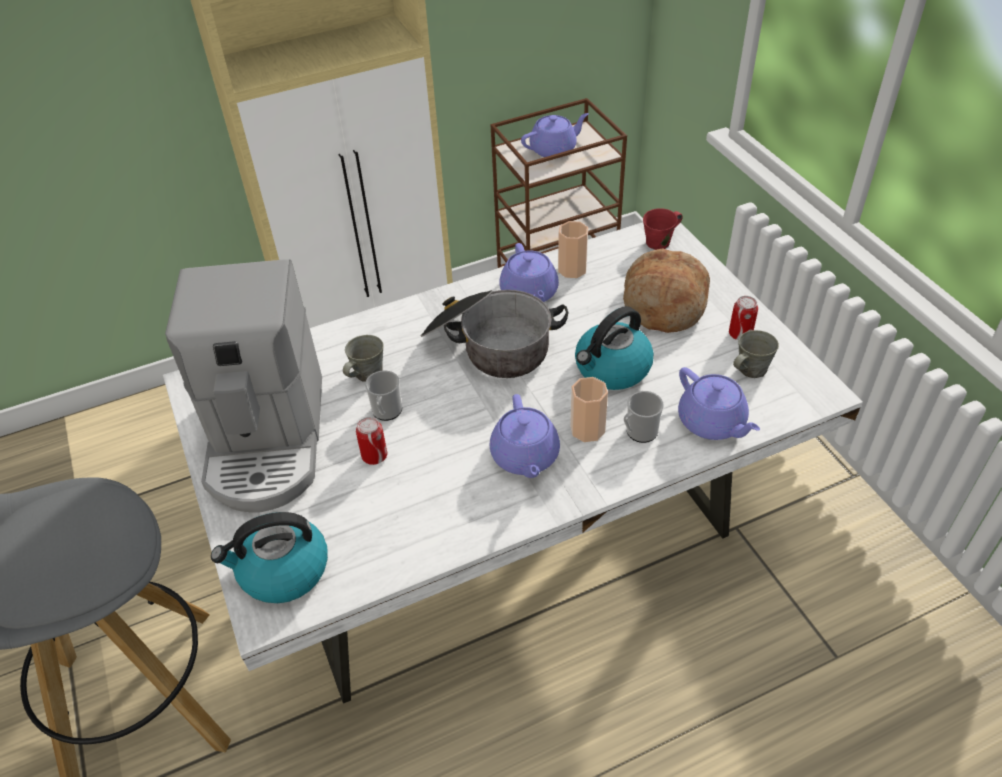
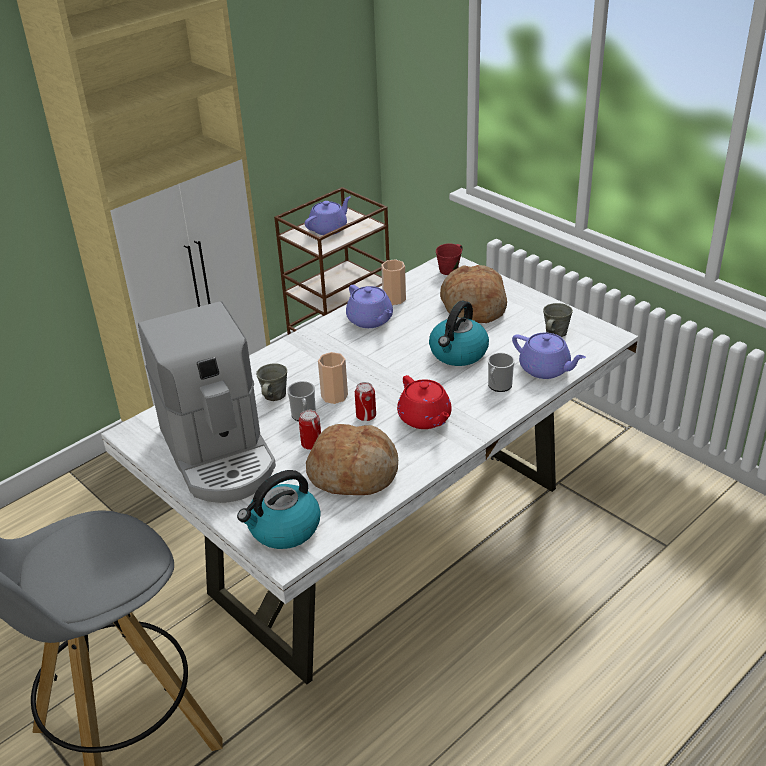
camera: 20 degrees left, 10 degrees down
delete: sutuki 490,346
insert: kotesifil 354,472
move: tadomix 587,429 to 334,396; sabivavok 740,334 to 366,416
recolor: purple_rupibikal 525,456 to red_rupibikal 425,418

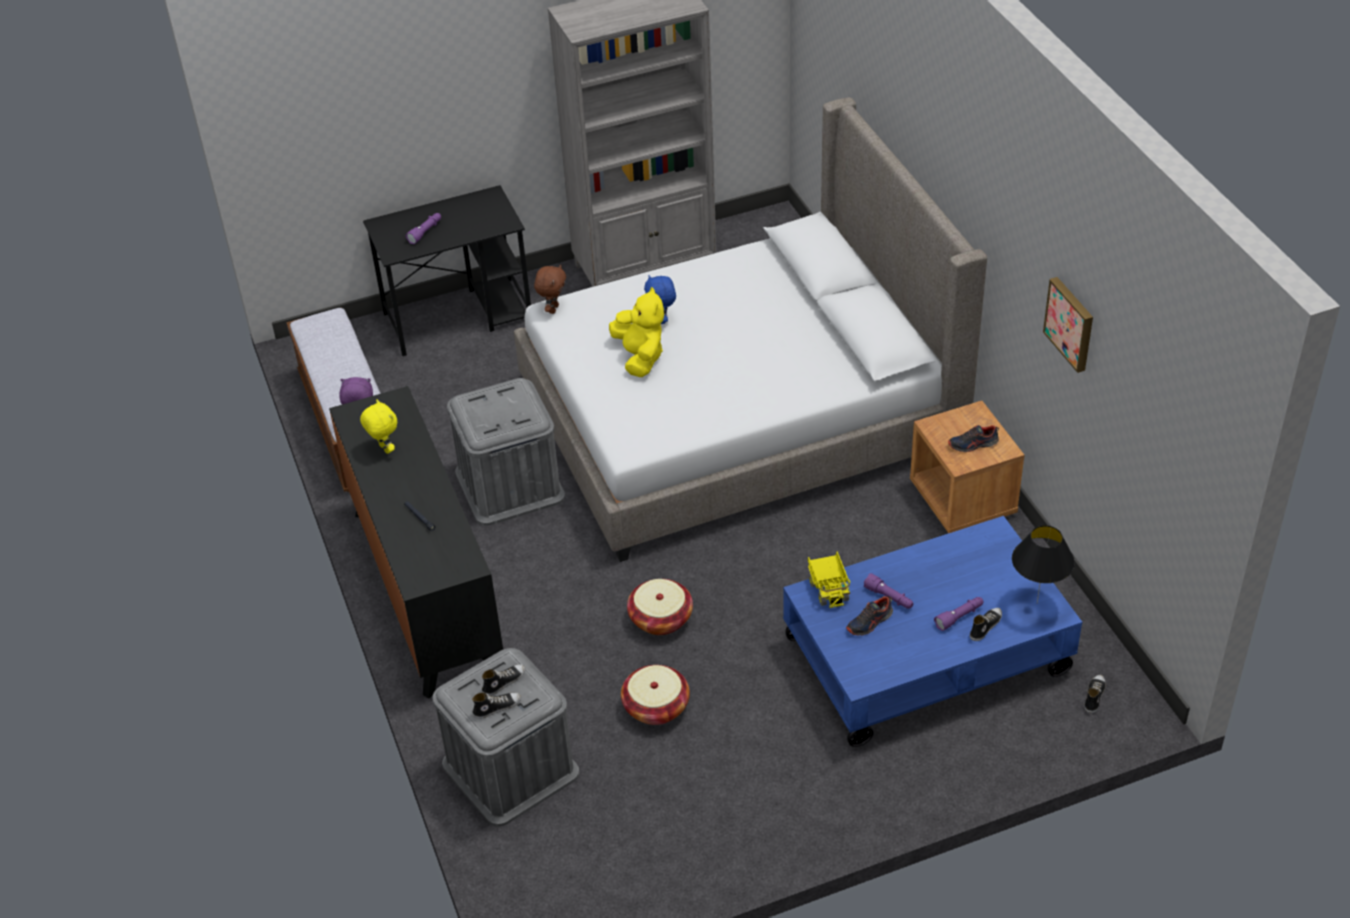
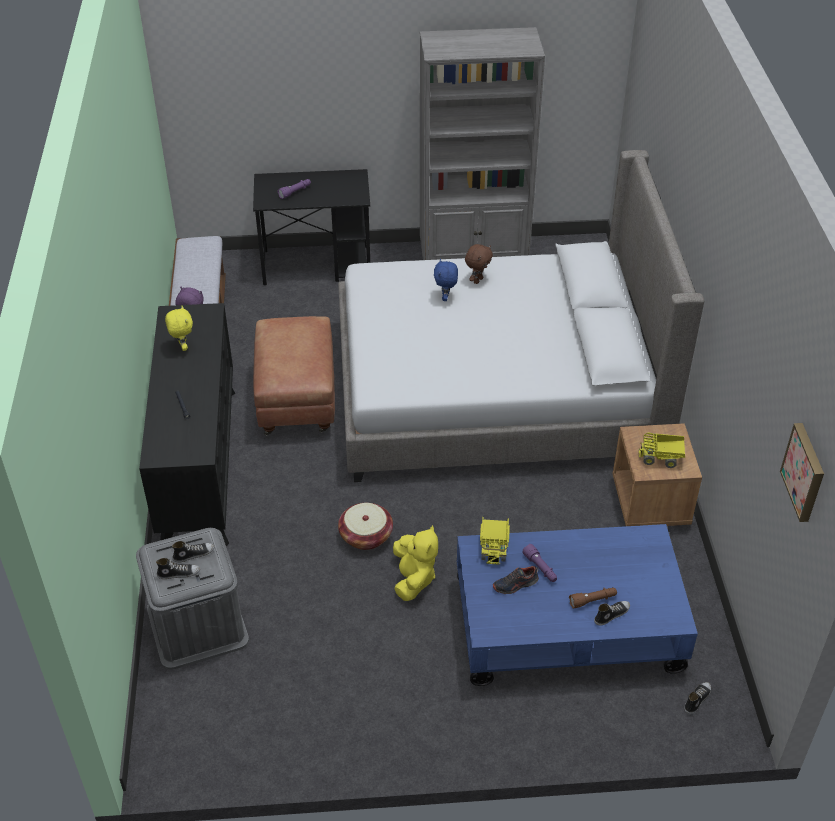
camera: 15 degrees right, 0 degrees up
delete: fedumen 656,707; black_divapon 1036,603
move: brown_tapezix 553,309 to 477,280; yellow_tapezix 640,357 to 413,579; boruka 1071,323 to 805,472
replace: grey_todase 510,485 to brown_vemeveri 297,400; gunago 973,444 to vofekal 661,458
recolor: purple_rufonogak 959,617 to brown_rufonogak 593,600

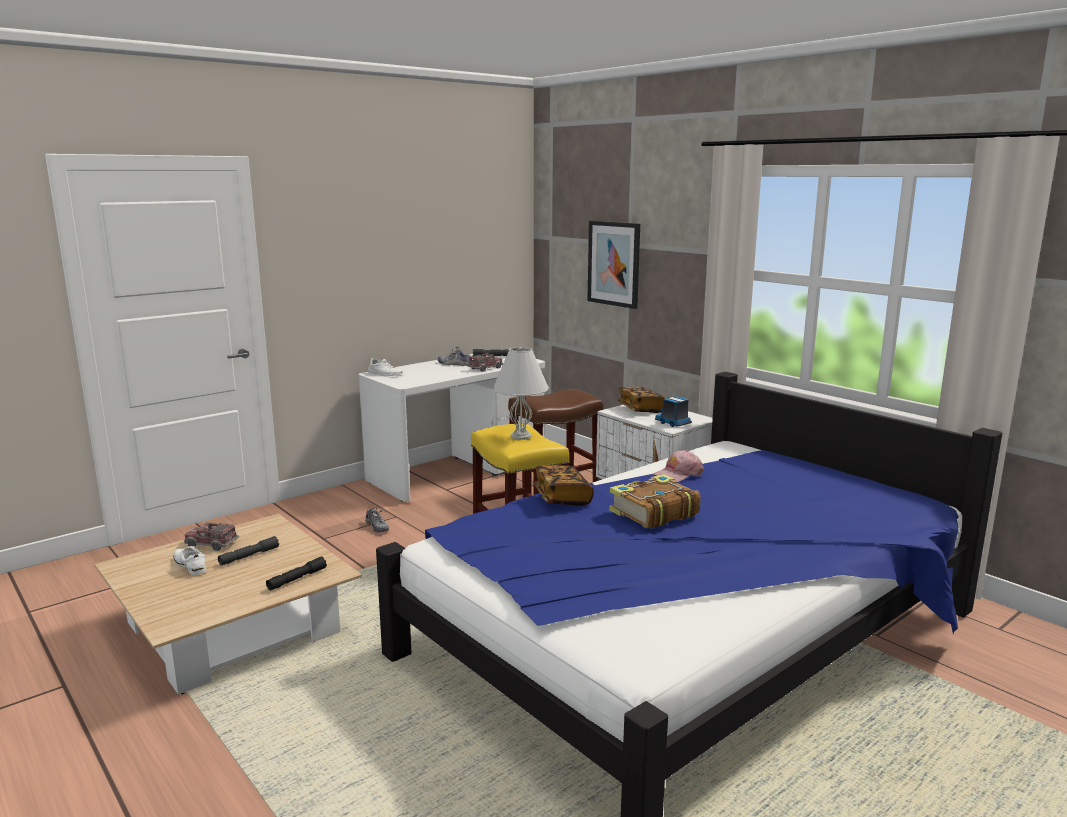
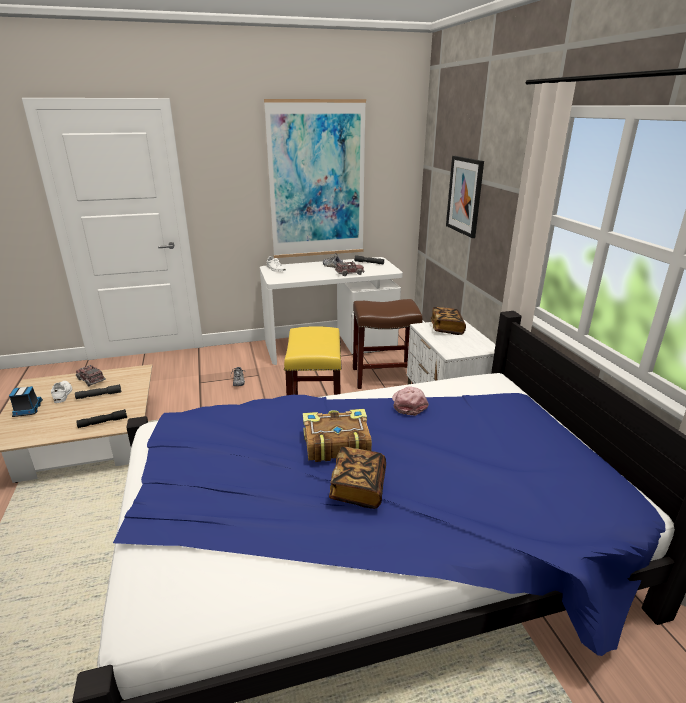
camera: 25 degrees right, 10 degrees up
delete: white_divapon 521,436
insert: boruka 317,181
move: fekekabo 562,498 to 358,488; vofekal 673,423 to 28,410
rotate: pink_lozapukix 678,474 = 408,404 90 degrees clockwise

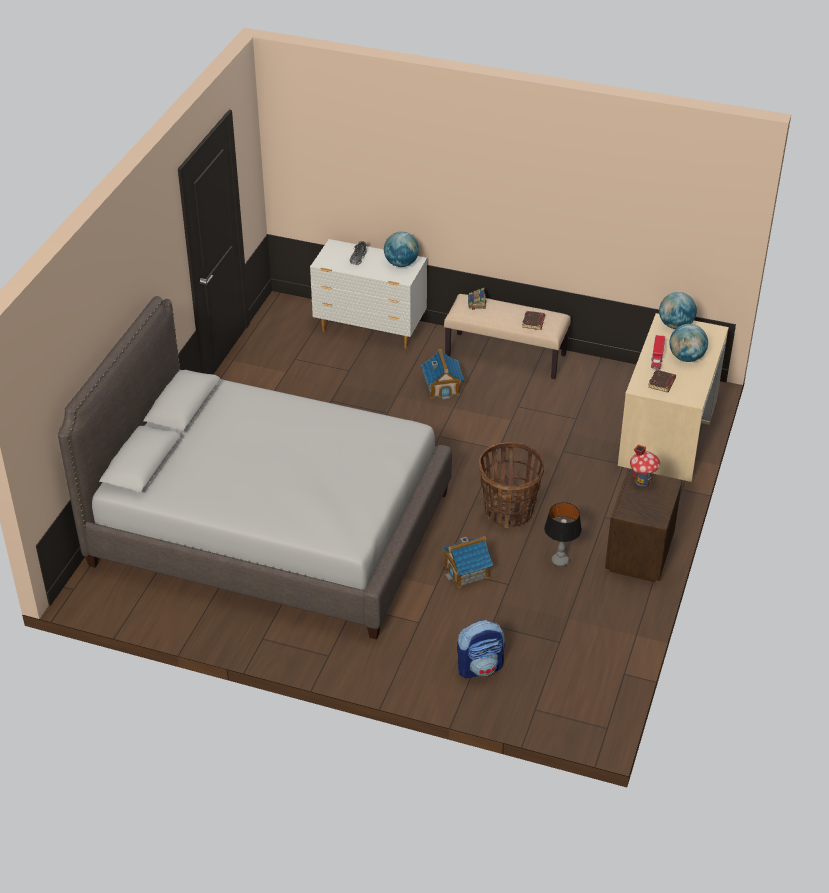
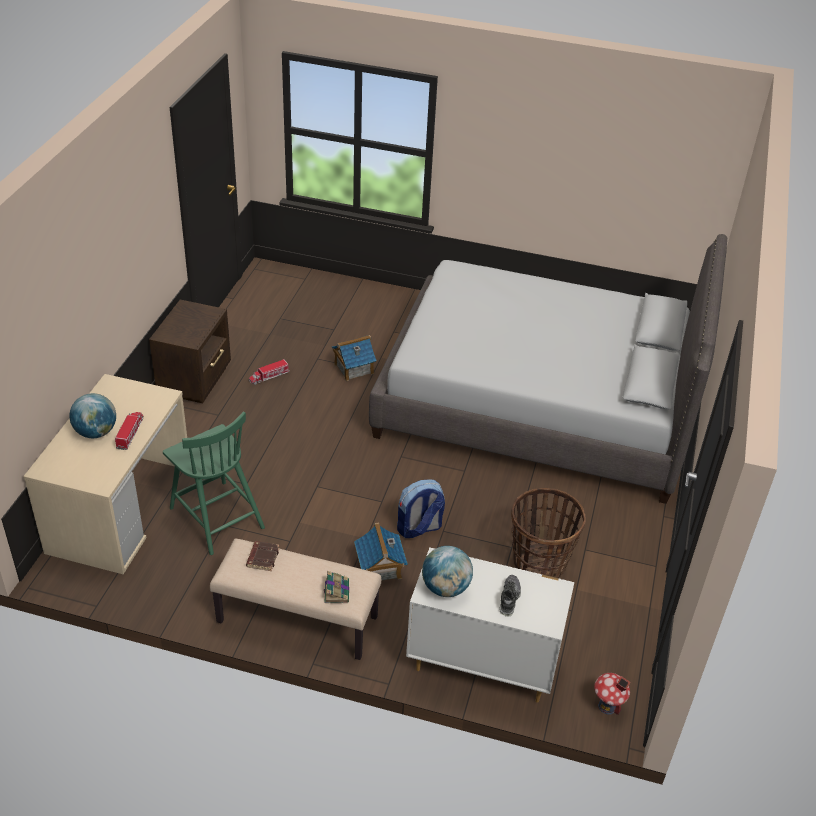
camera: 175 degrees right, 0 degrees up
delete: brown_fekekabo 662,383; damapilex 675,325
insert: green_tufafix 216,516
move: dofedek 480,667 to 419,528; fedumen 509,511 to 539,562; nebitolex 642,481 to 607,706
replace: divapon 560,561 to vofekal 269,376

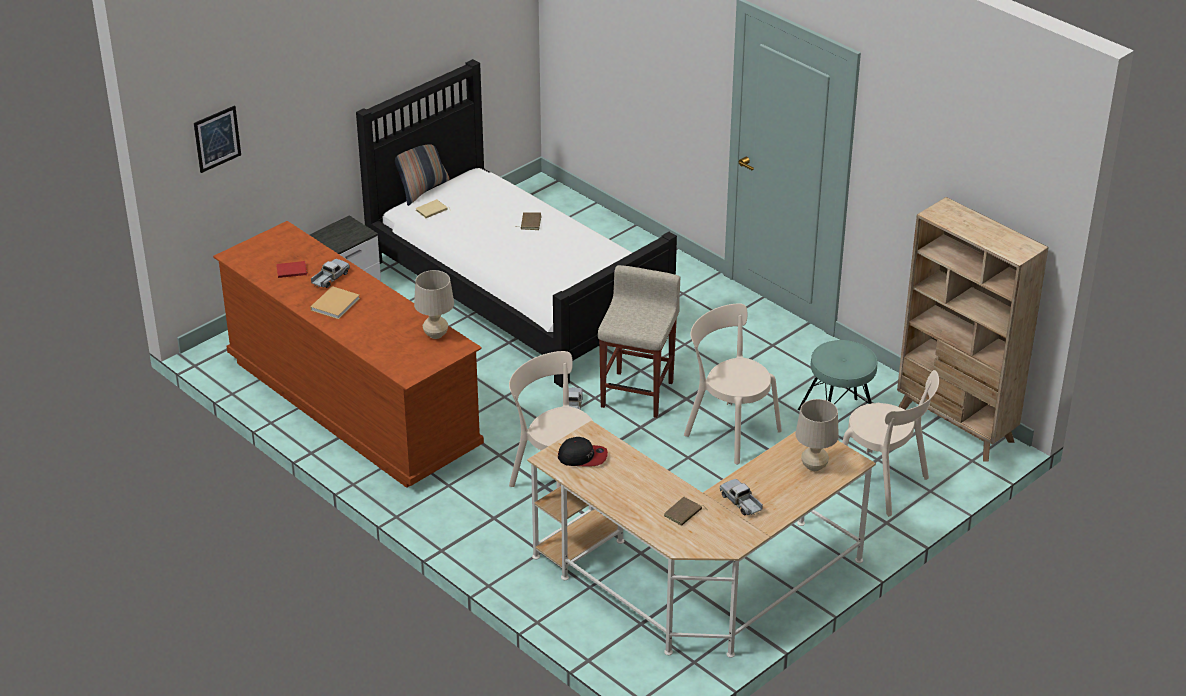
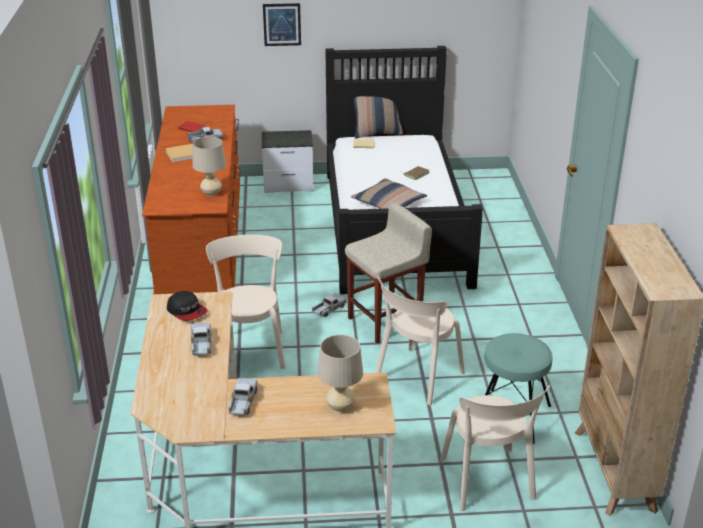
camera: 40 degrees right, 5 degrees down
delete: brown_fekekabo 683,513
insert: vofekal 201,344; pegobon 388,203
move: boruka 217,139 to 282,24
rotate: beige_tufafix 729,430 = 417,378 135 degrees counterclockwise

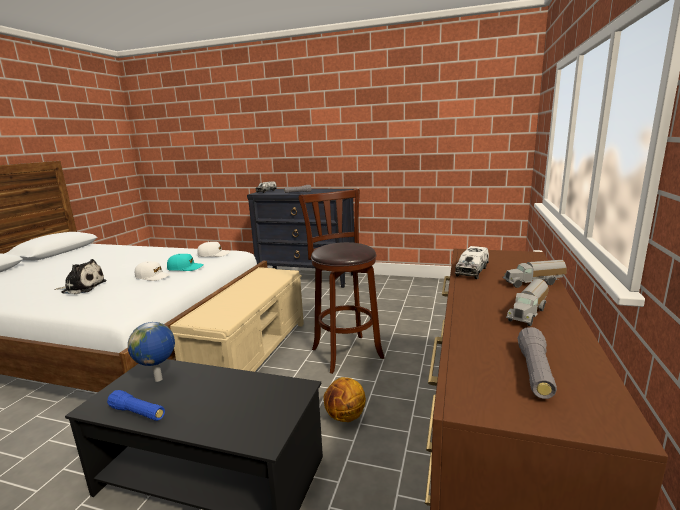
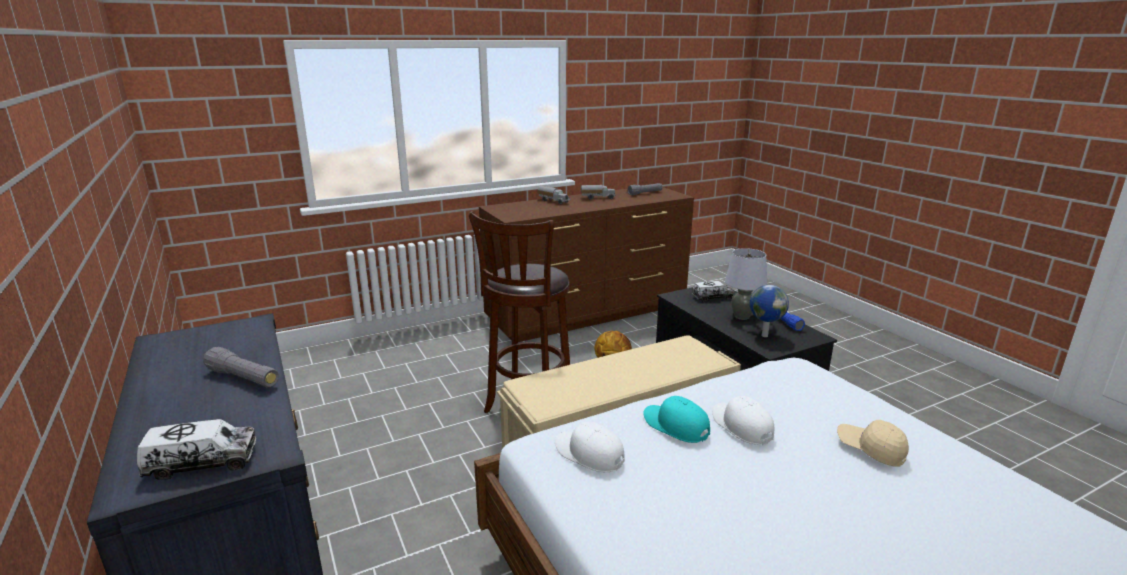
camera: 135 degrees left, 5 degrees up
insert: grey_divapon 741,316
move: vofekal 472,271 to 712,297
replace: tapezix 82,287 to beige_lozapukix 870,450

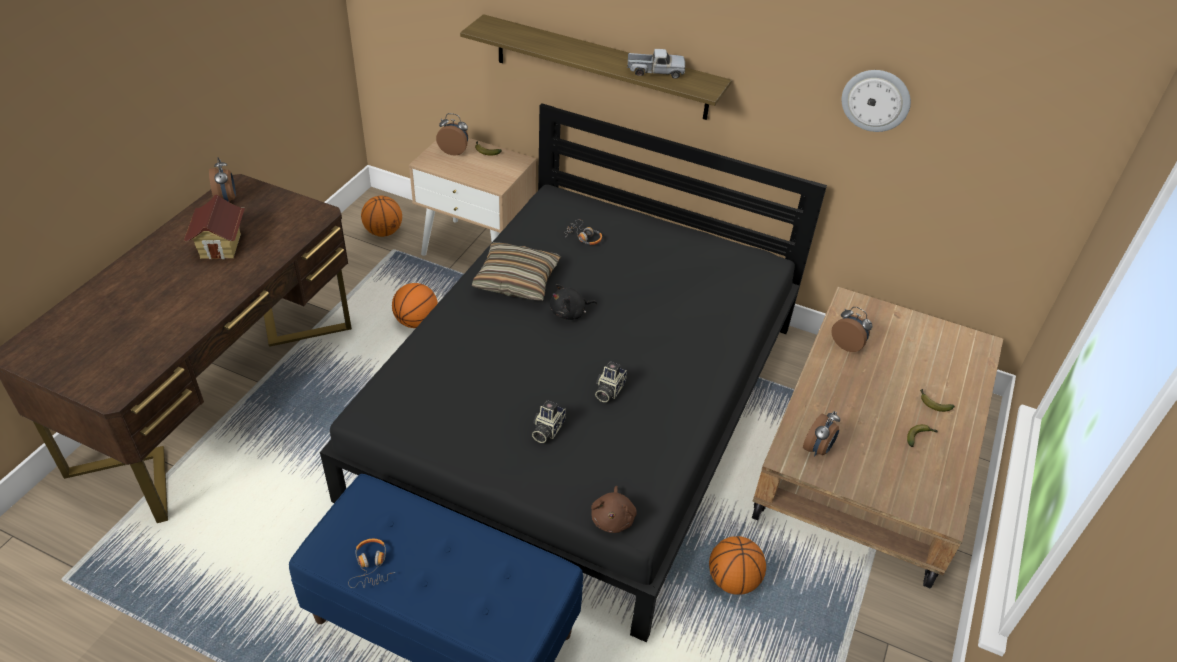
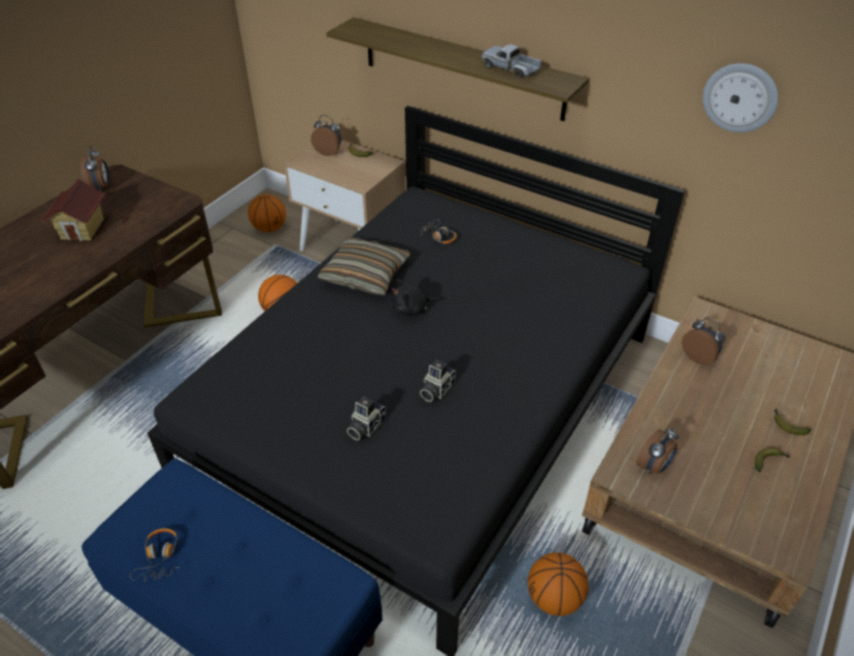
camera: 10 degrees right, 0 degrees up
delete: brown_tapezix 613,518
rotate: vofekal 655,71 = 510,69 150 degrees counterclockwise

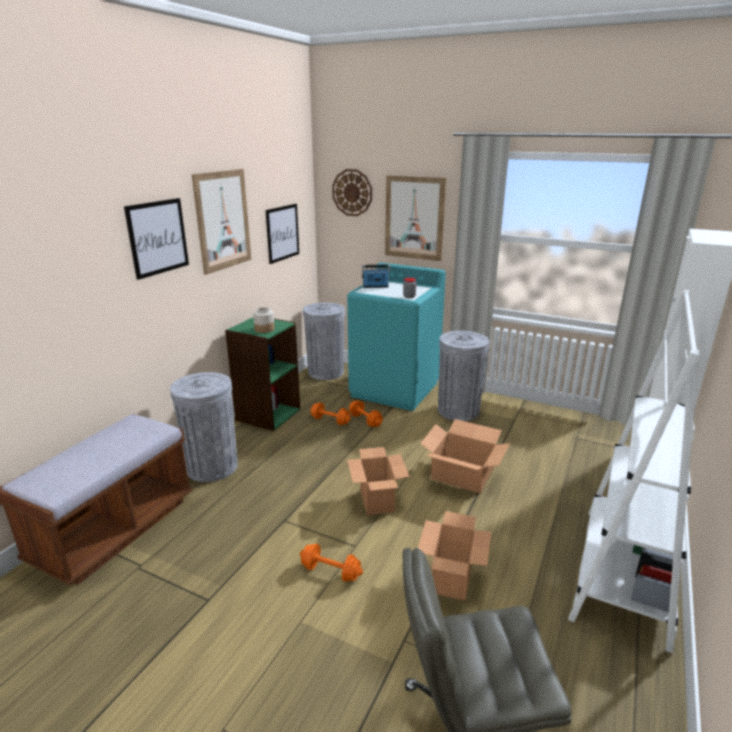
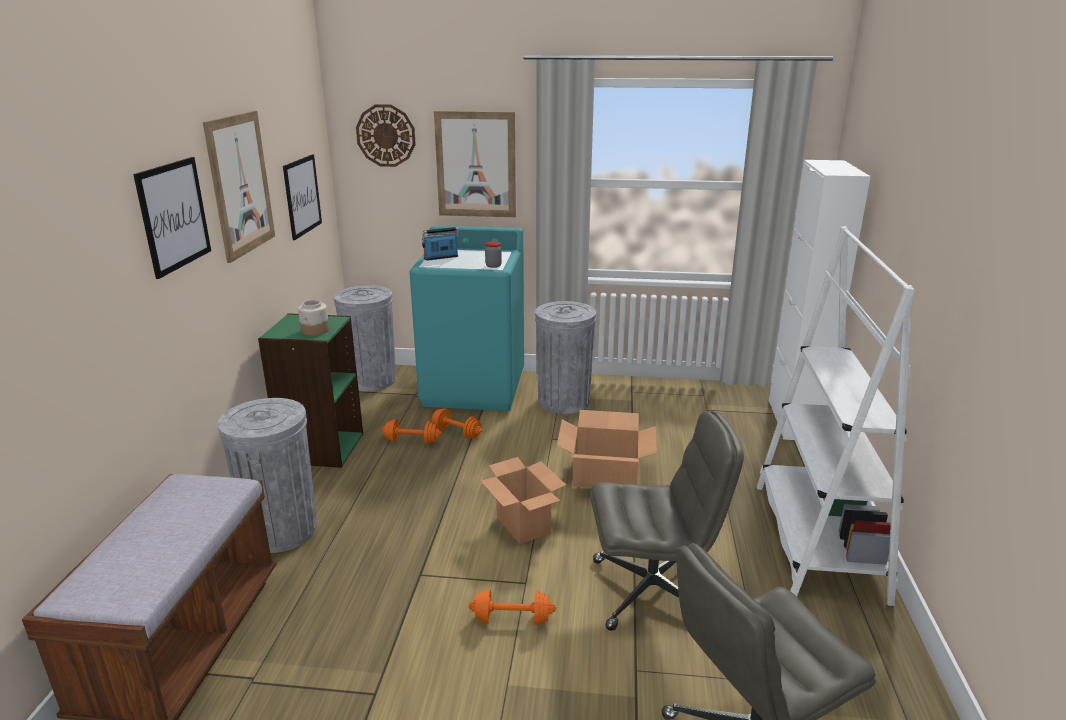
camera: 20 degrees left, 0 degrees up
replace: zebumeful 451,579 to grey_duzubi 653,591

